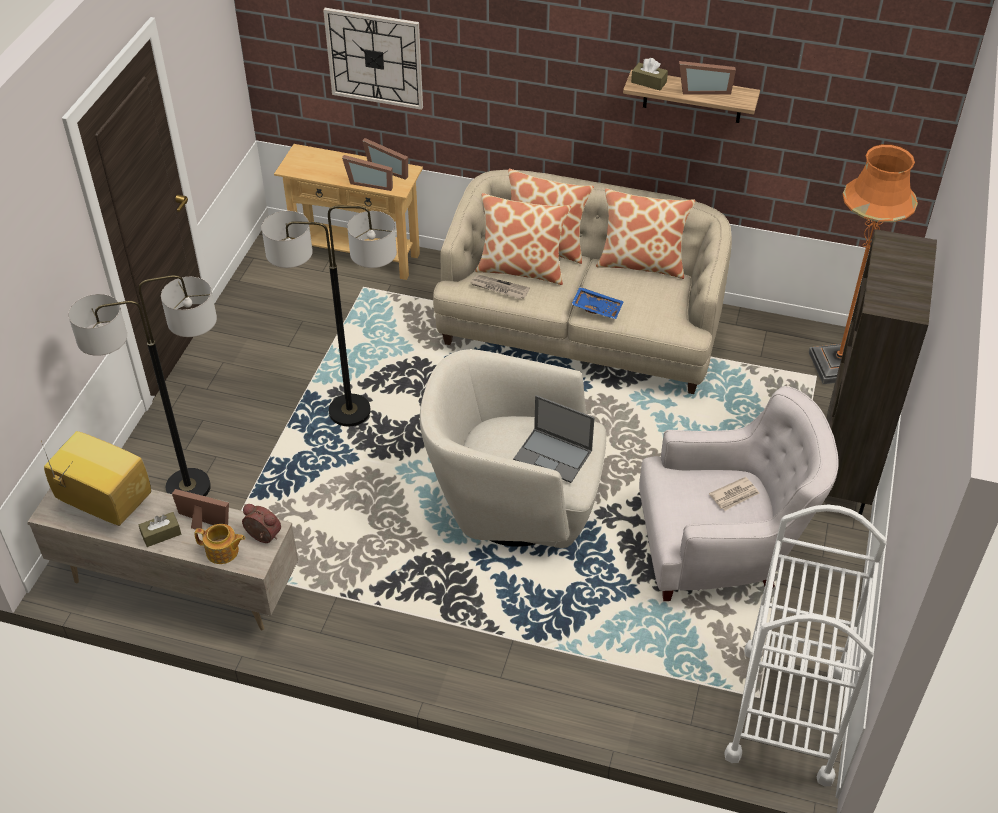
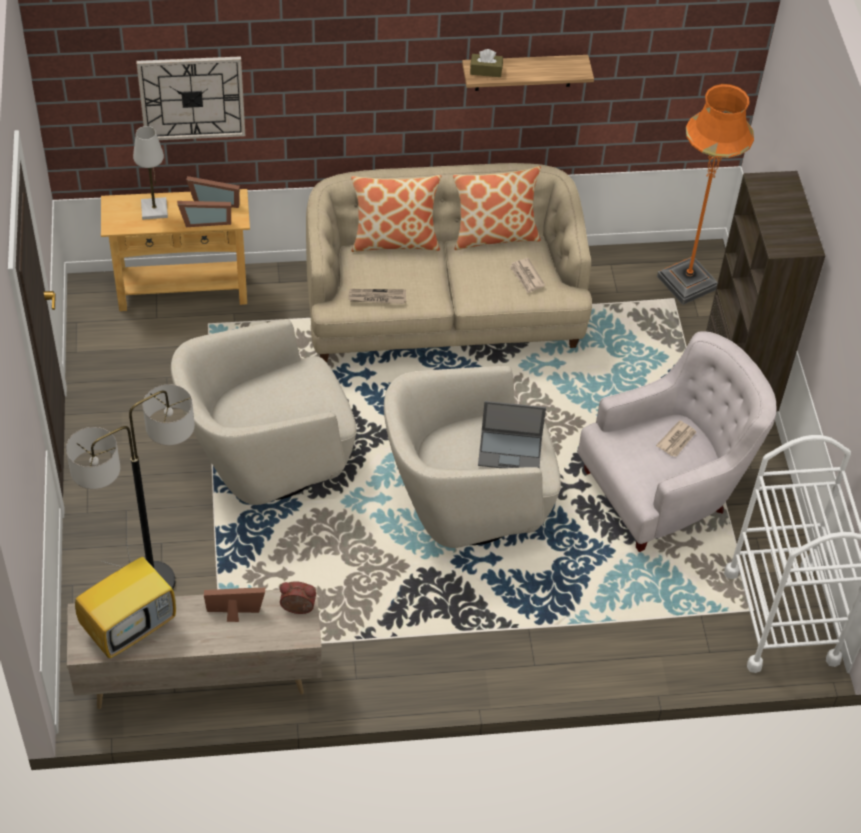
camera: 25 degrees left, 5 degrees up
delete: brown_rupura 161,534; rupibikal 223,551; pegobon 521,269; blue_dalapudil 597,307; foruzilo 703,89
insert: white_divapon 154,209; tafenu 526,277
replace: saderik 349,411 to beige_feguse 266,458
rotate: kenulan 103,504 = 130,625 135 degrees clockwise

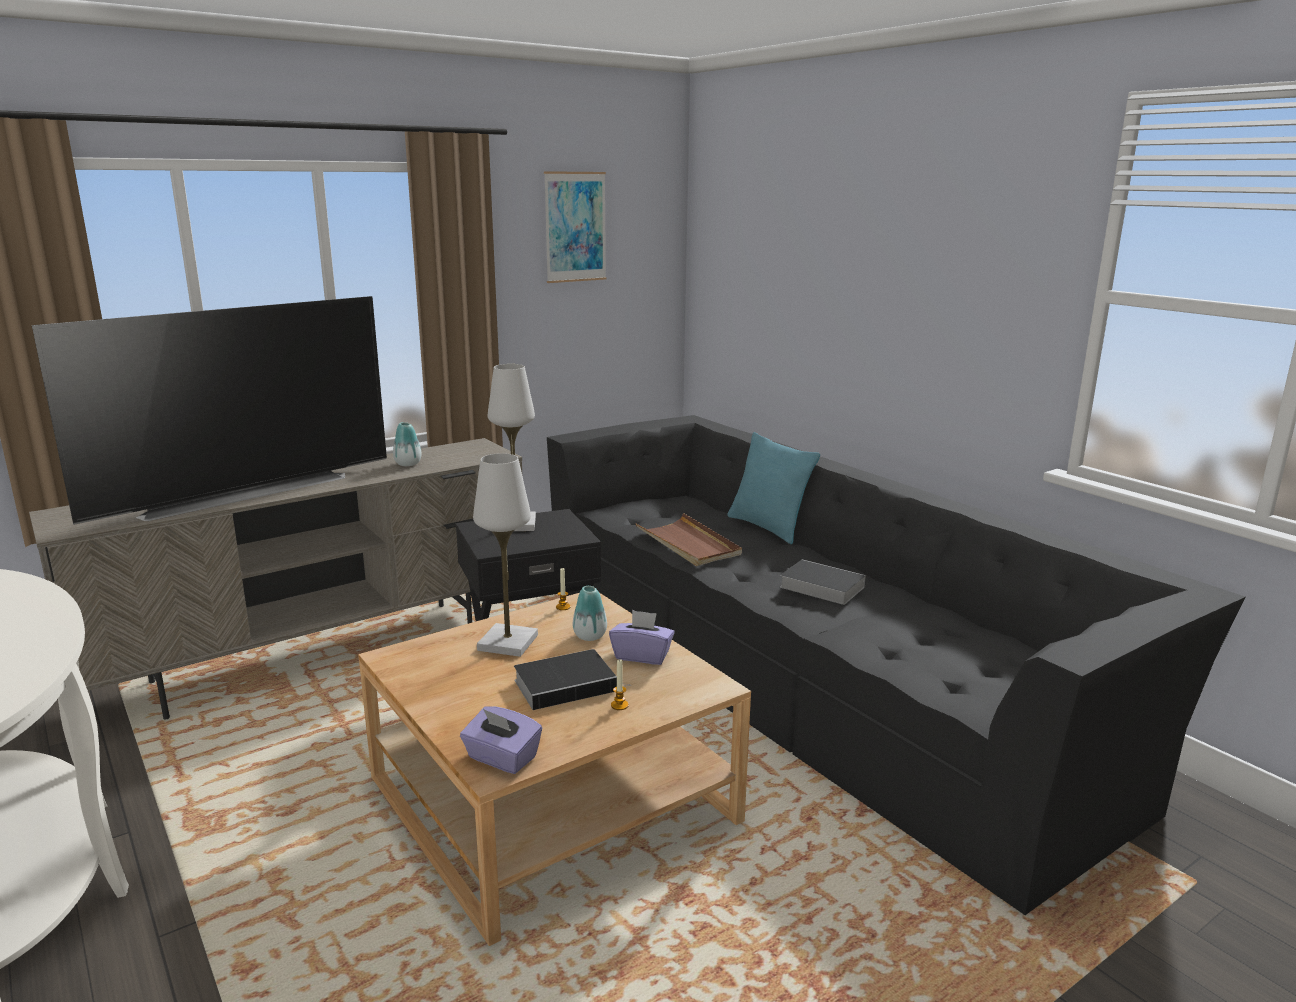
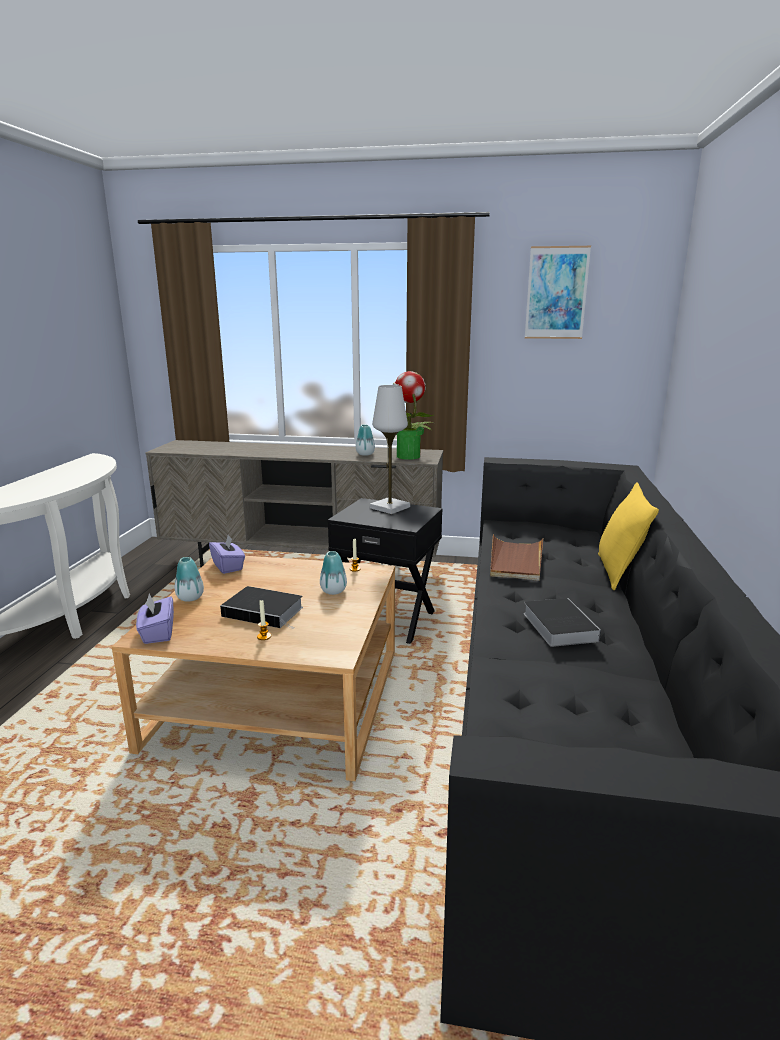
camera: 45 degrees right, 0 degrees up
delete: kenulan 242,491; white_divapon 507,642
insert: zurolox 190,598; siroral 407,456
move: purple_rupura 642,655 to 228,566
recolor: turquoise_pegobon 768,527 to yellow_pegobon 618,572

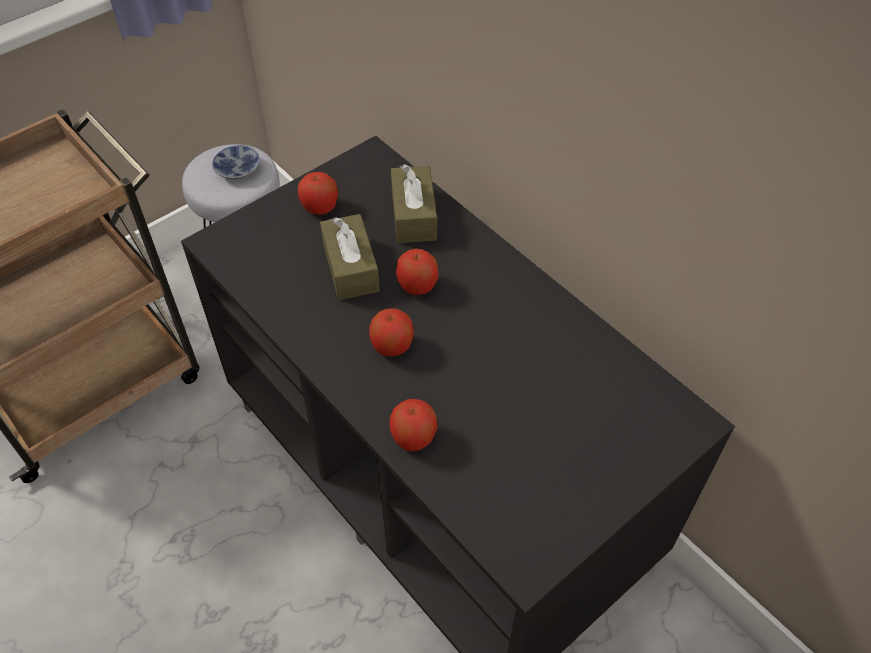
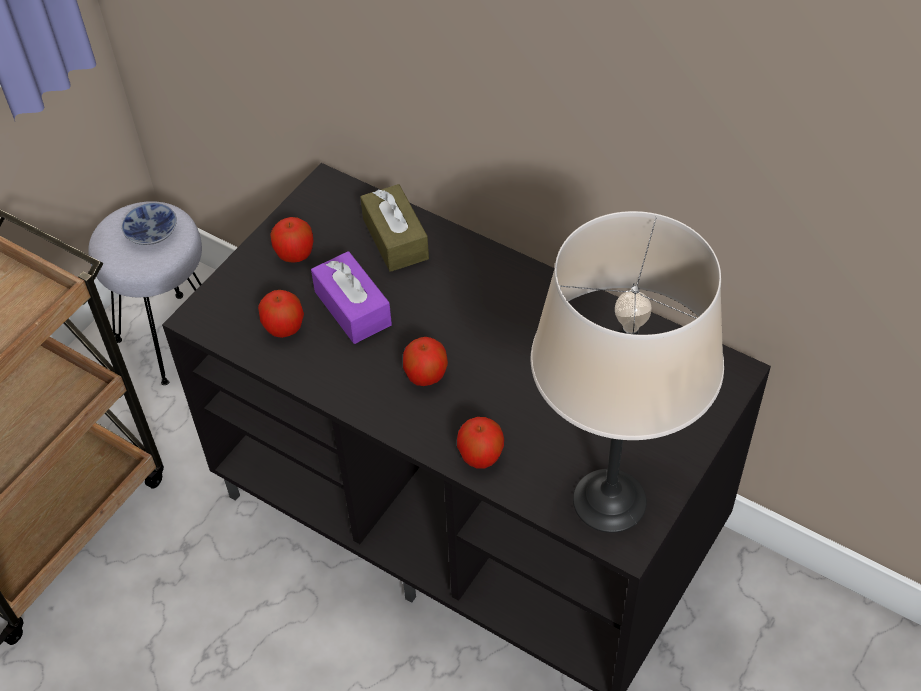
camera: 15 degrees left, 0 degrees up
insert: beige_divapon 609,501
move: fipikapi 417,286 to 284,327
recolor: brown_rupura 350,267 to purple_rupura 353,308

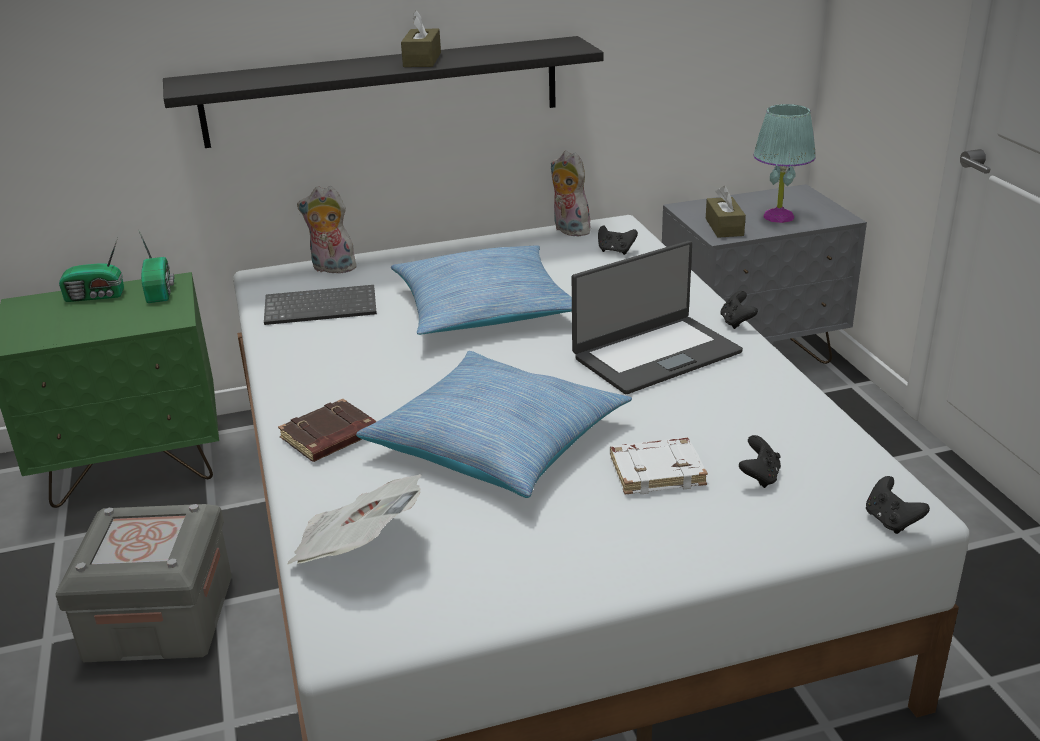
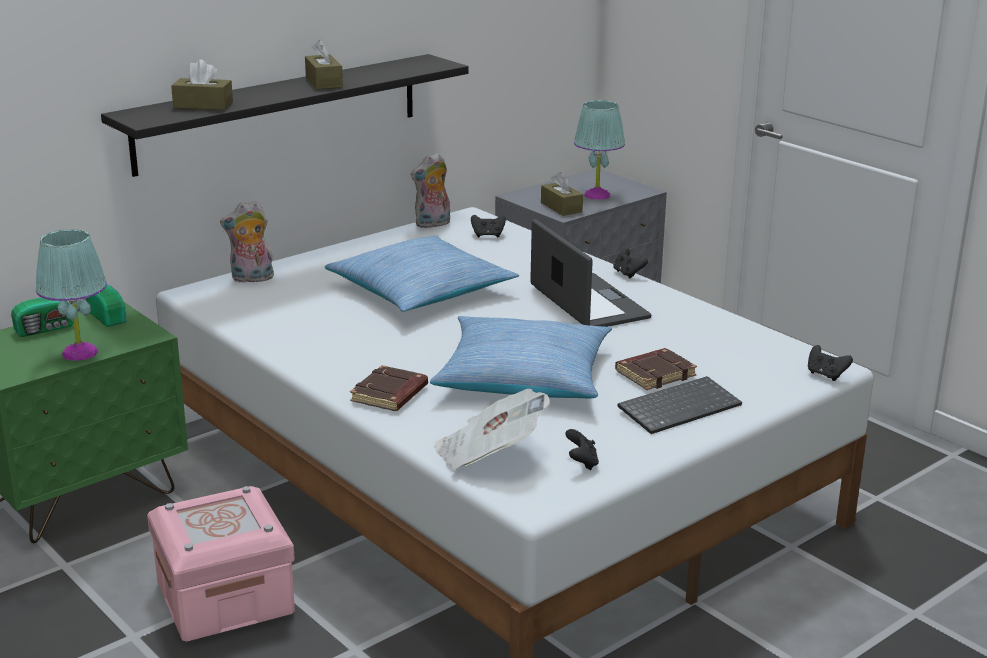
camera: 25 degrees left, 5 degrees down
insert: turquoise_divapon 79,353; brown_rupura 203,105
move: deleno 322,307 to 679,407; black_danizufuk 759,477 to 581,463
recolor: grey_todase 160,617 to pink_todase 225,598; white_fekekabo 657,471 to brown_fekekabo 655,374
rotate: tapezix 568,230 = 433,224 60 degrees counterclockwise; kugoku 655,354 = 587,303 60 degrees counterclockwise

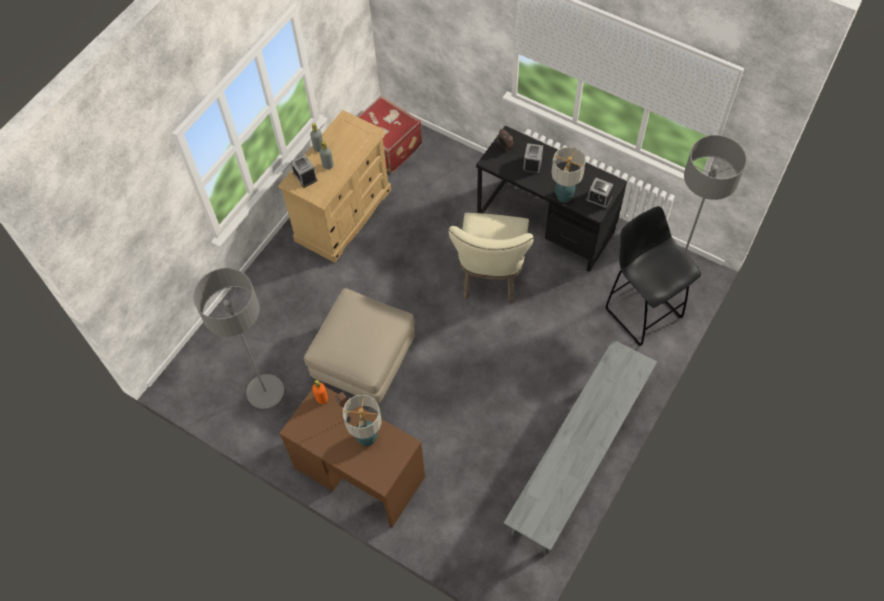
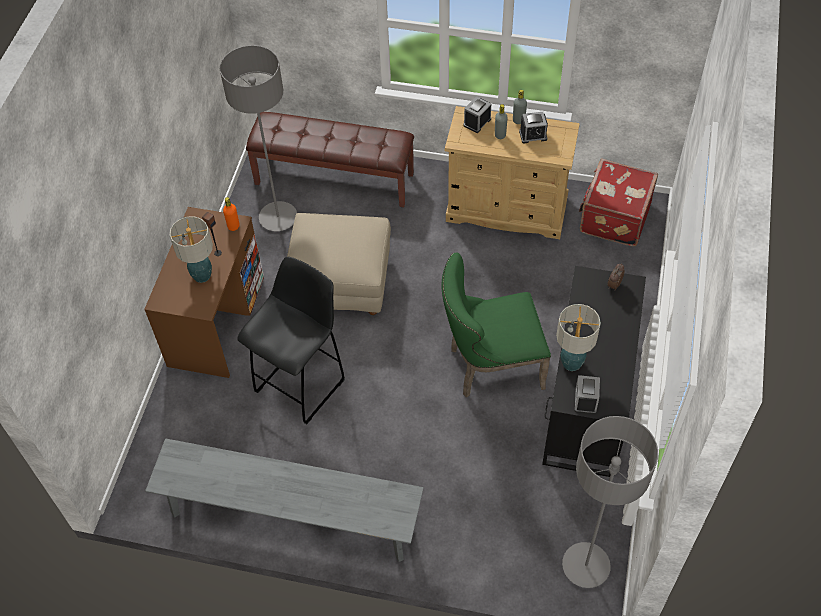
camera: 70 degrees right, 5 degrees down
insert: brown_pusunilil 334,178
move: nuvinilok 532,164 to 533,135; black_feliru 641,311 to 302,384
recolor: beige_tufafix 491,277 to green_tufafix 490,366

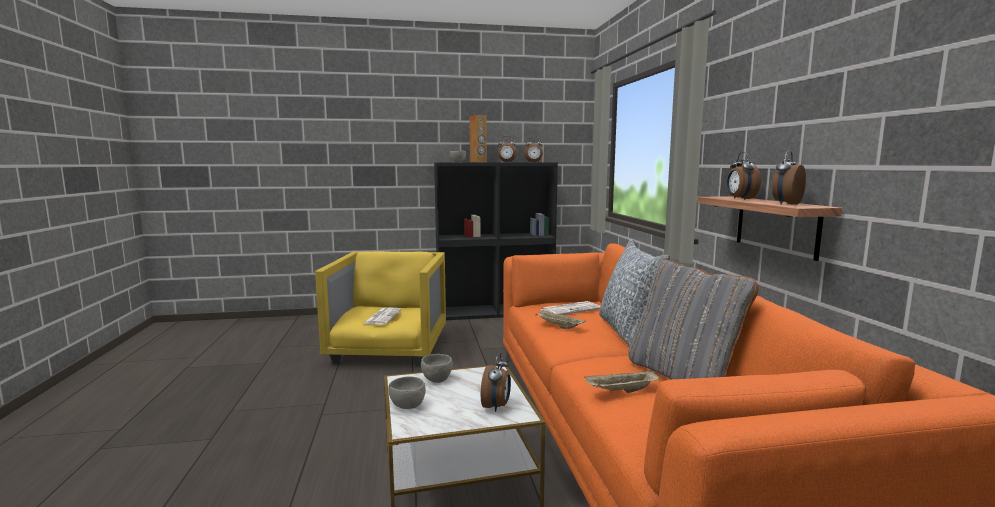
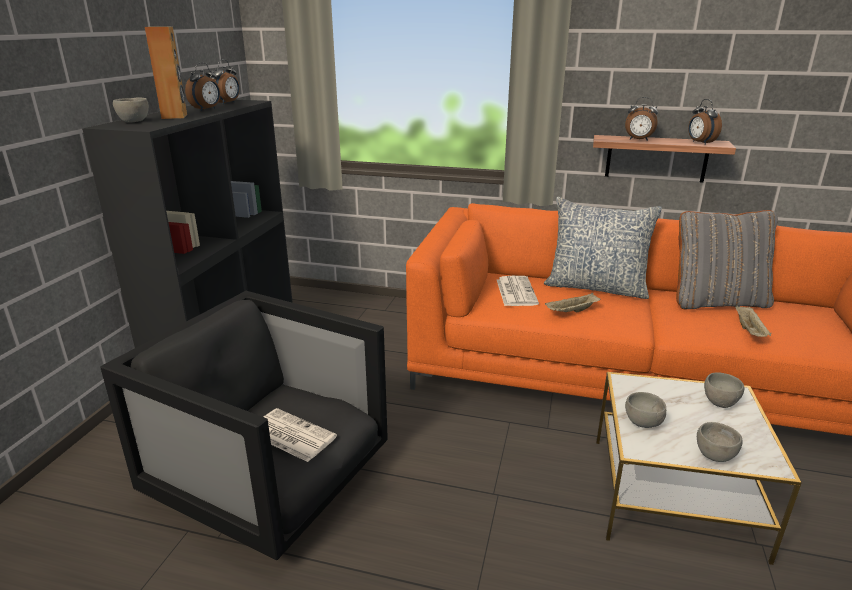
camera: 65 degrees left, 15 degrees up
replace: nuvinilok 496,406 to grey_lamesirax 719,402
recolor: yellow_feguse 389,348 to black_feguse 271,479

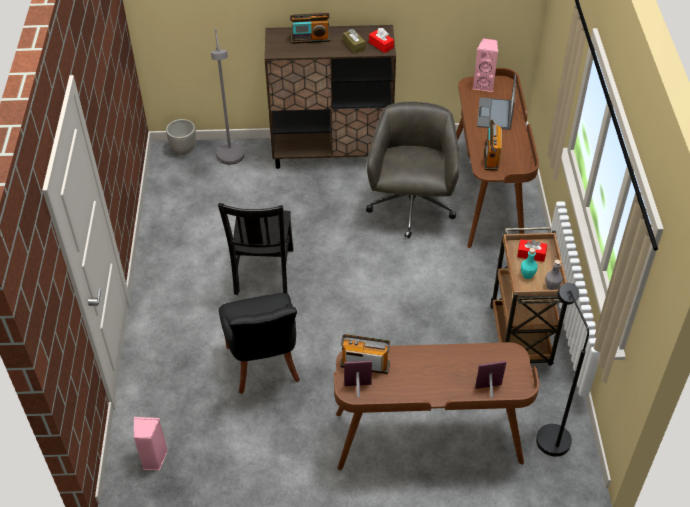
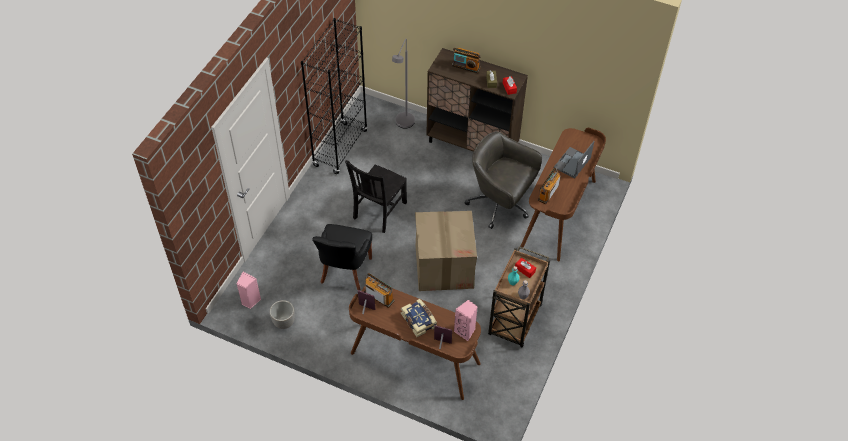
camera: 25 degrees right, 5 degrees up
delete: black_saderik 549,433
insert: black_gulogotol 340,148; fekekabo 419,320; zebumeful 444,266
move: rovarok 183,149 to 284,322; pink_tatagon 484,85 to 465,331
rotate: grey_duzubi 411,208 = 500,204 90 degrees counterclockwise

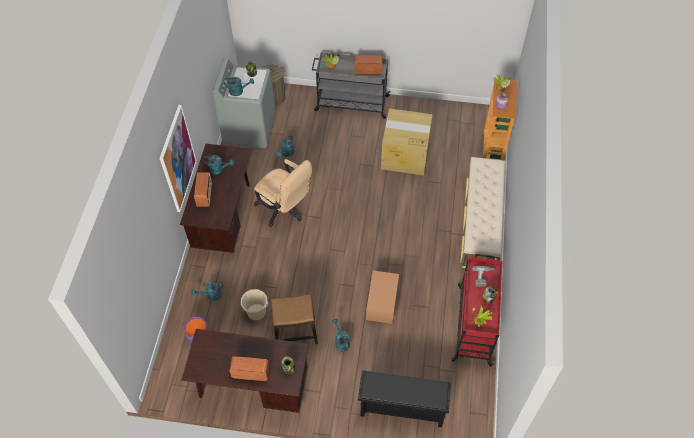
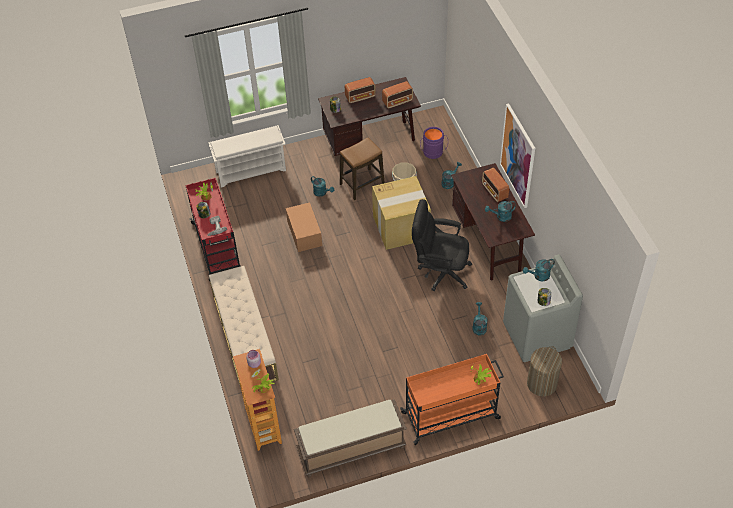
camera: 155 degrees right, 5 degrees down
insert: brown_pusunilil 351,449
move: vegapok 367,72 to 397,101; zebumeful 404,155 to 401,227
recolor: beige_duzubi 284,210 to black_duzubi 440,271; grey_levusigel 351,103 to orange_levusigel 451,415; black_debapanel 401,409 to white_debapanel 251,170

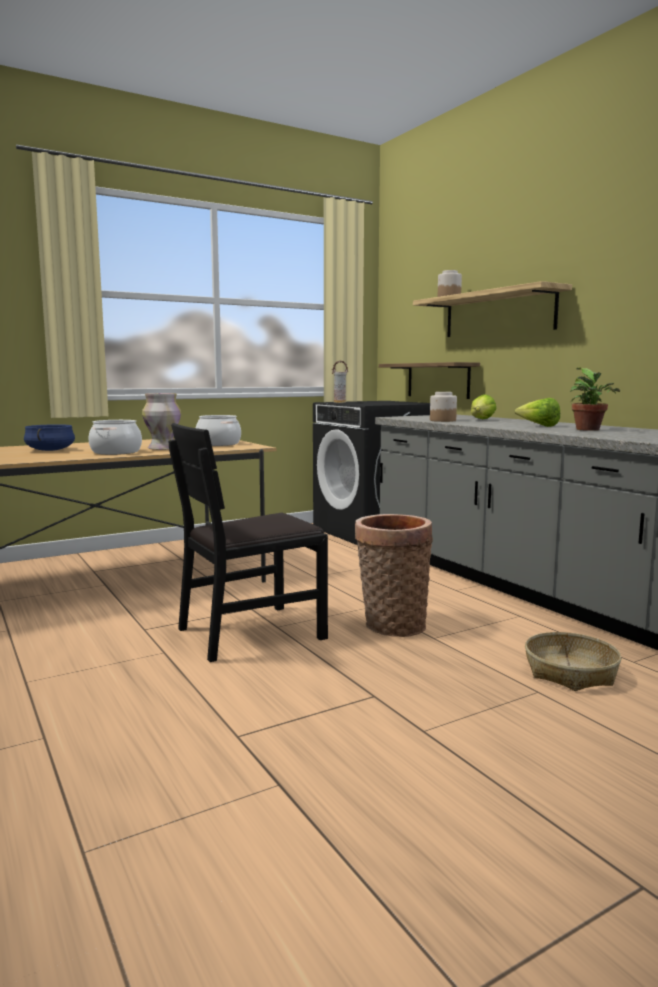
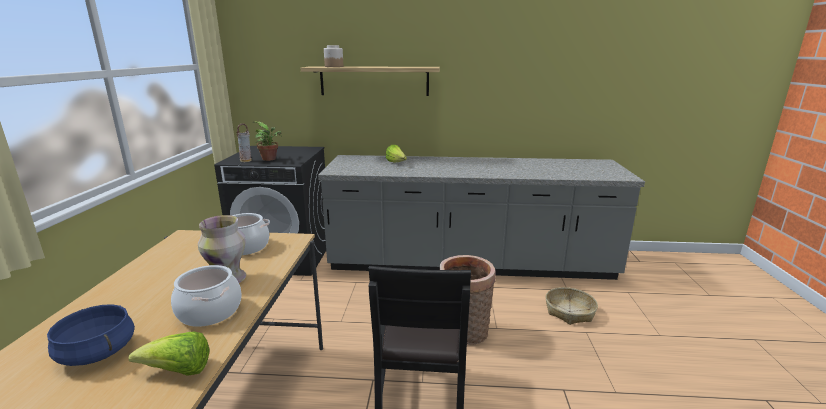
camera: 55 degrees left, 10 degrees up
delete: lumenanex 438,380; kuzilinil 442,420
move: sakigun 538,426 to 179,371; siroral 589,430 to 270,159

